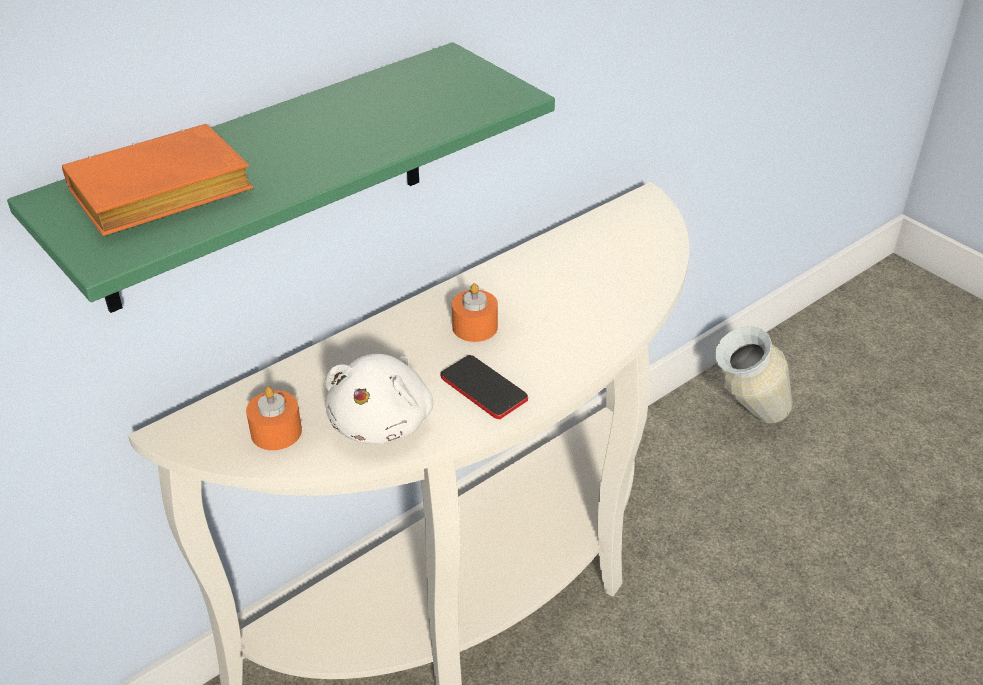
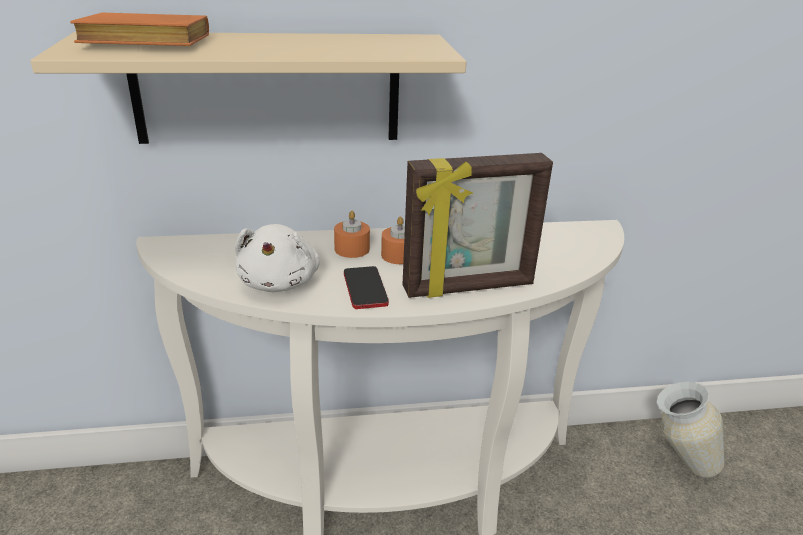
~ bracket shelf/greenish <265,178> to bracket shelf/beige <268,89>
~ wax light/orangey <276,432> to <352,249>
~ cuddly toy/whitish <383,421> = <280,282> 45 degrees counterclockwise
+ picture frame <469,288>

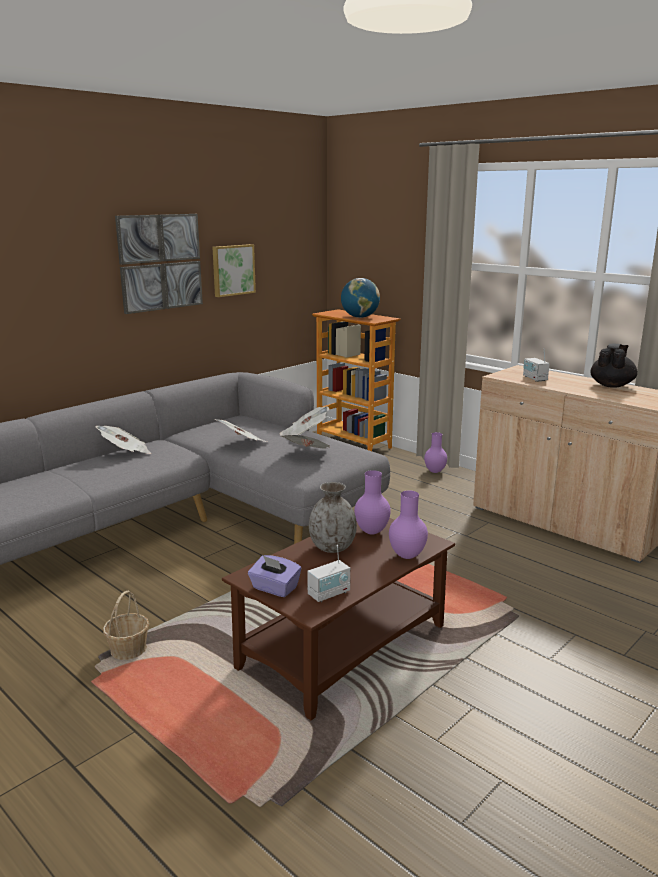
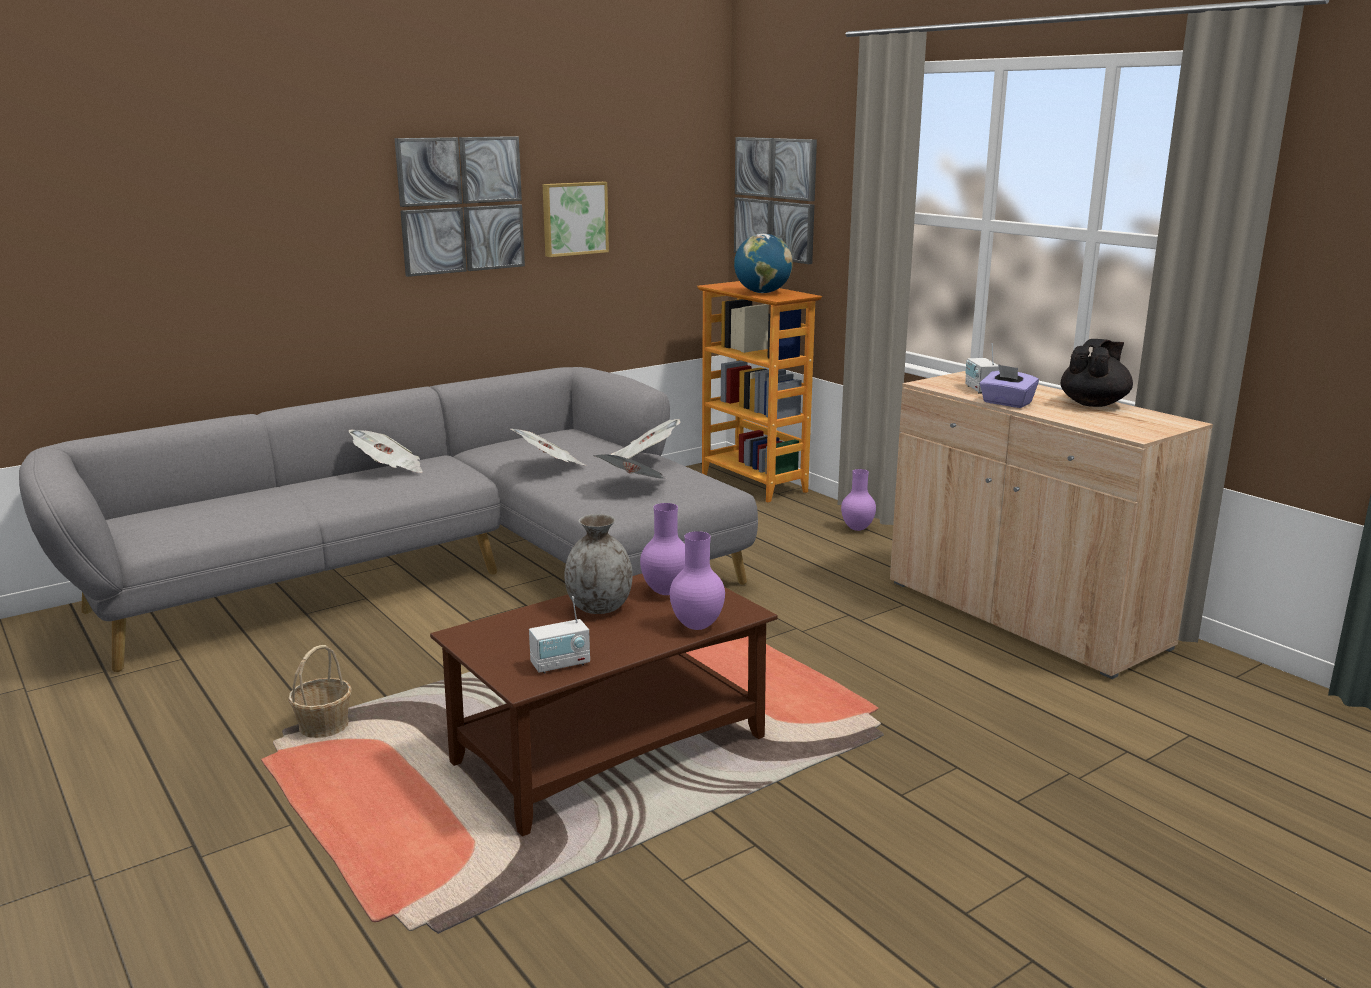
~ tissue holder/purplish <274,588> to <1006,403>
+ picture <775,199>

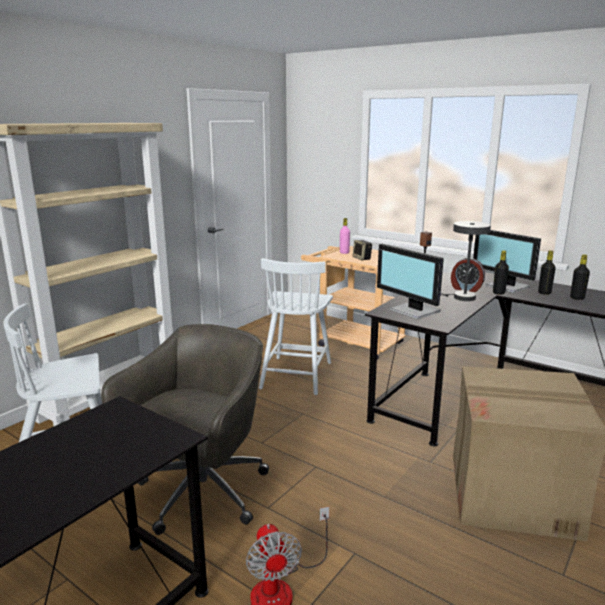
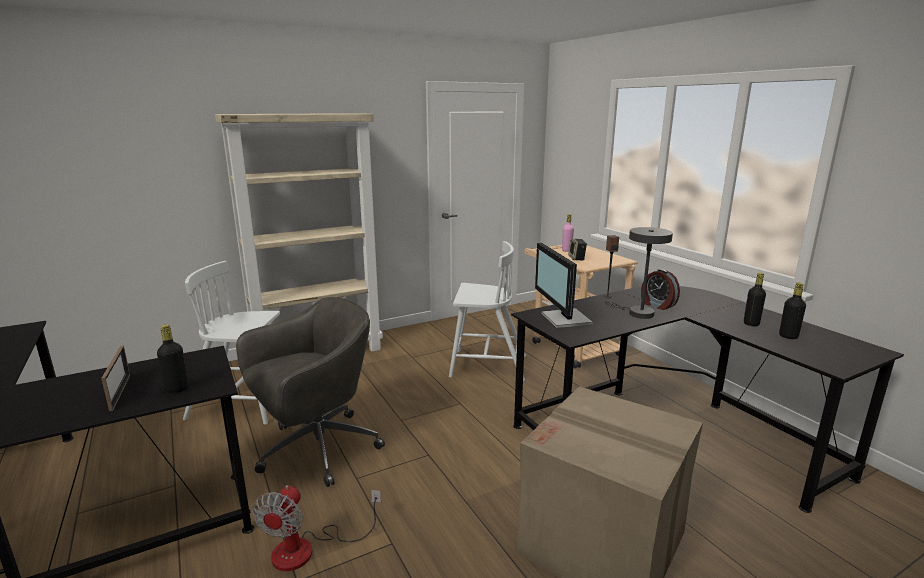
~ plain chair/whitish <296,374> = <486,366> 120 degrees counterclockwise
- computer screen <507,287>
~ drink bottle/black-coloured <498,293> to <177,389>
+ picture frame <120,392>

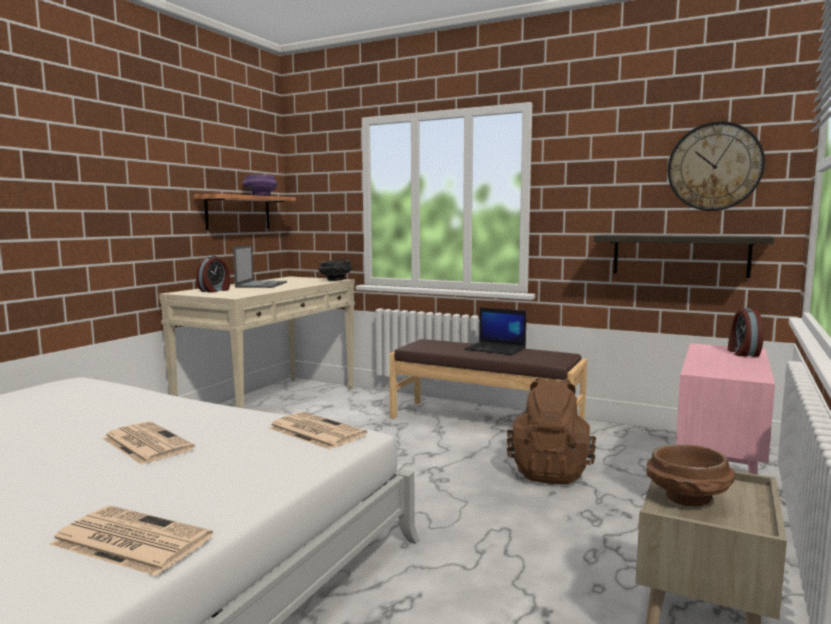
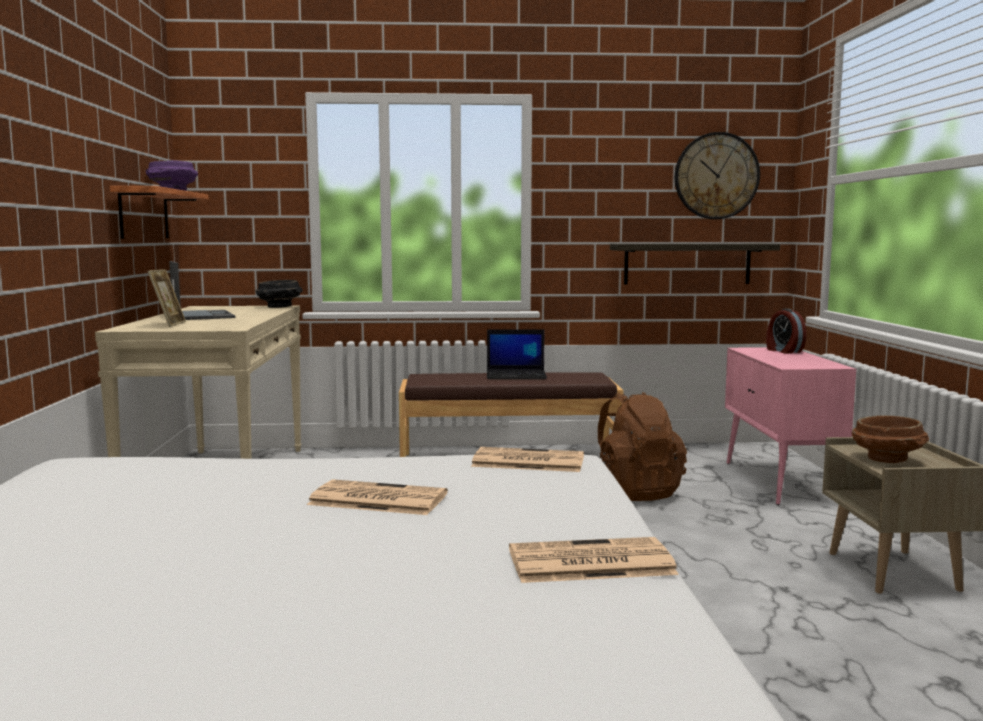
~ table clock <215,291> to picture frame <169,324>

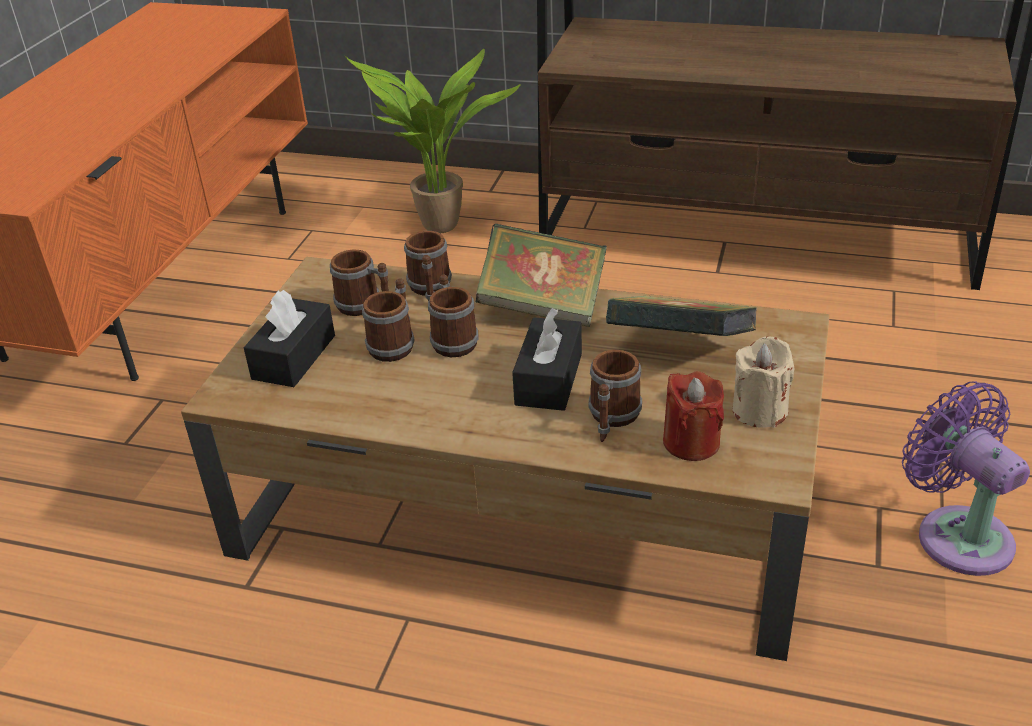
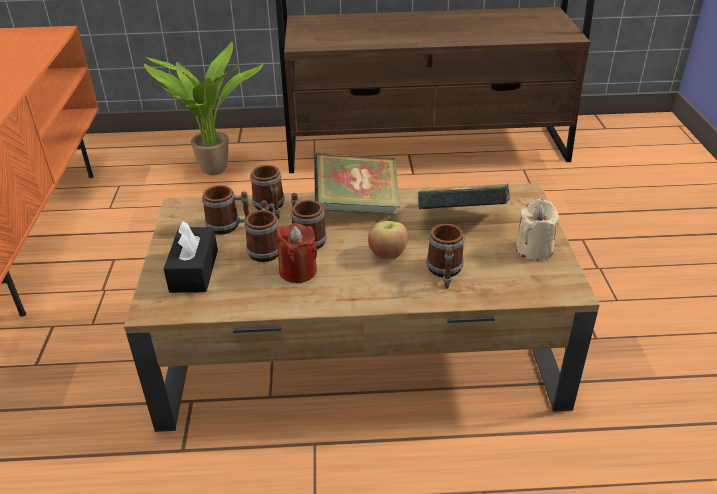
~ tissue holder/black-coloured <549,379> to whole apple <387,253>
~ wax light/red-coloured <691,442> to <298,271>
- electric fan/purplish <957,534>

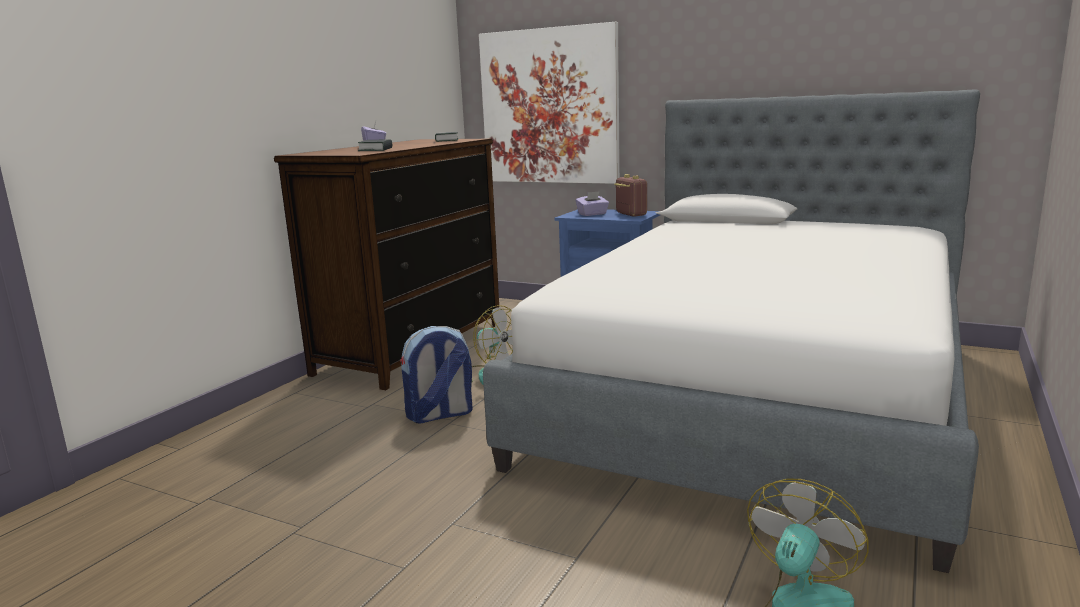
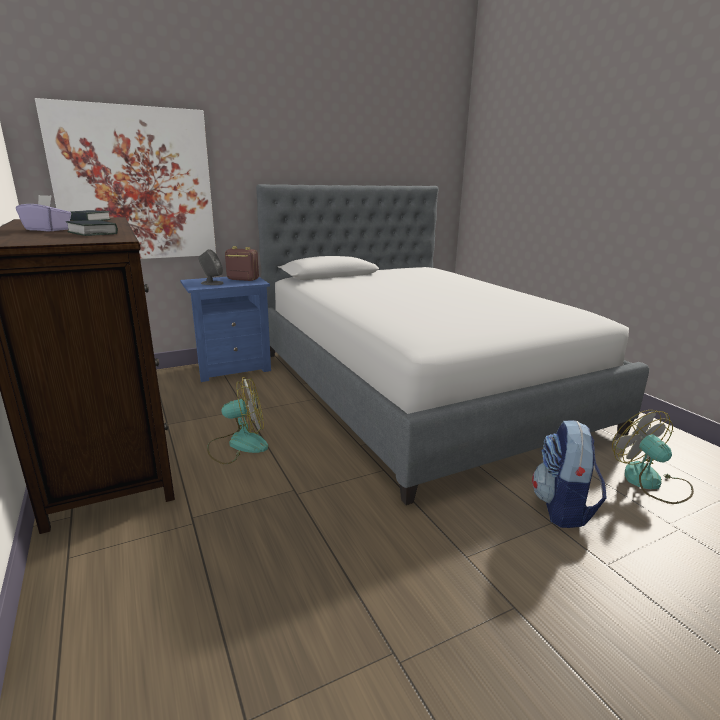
~ rucksack <440,415> to <563,508>
~ tissue holder/purplish <592,214> to loudspeaker/grey <212,283>

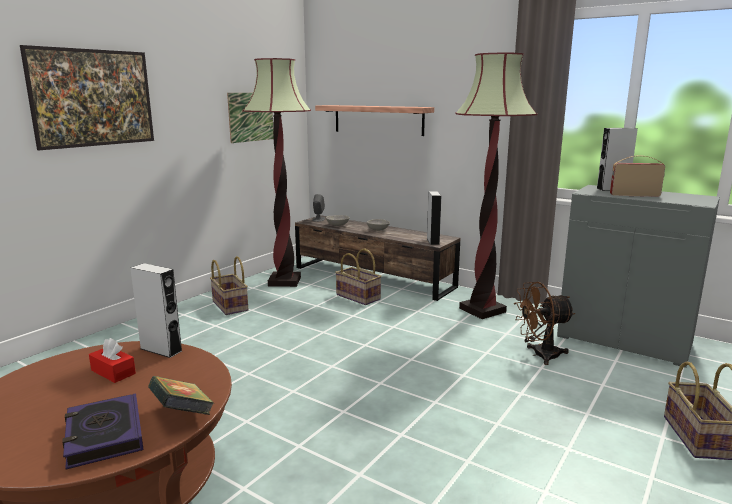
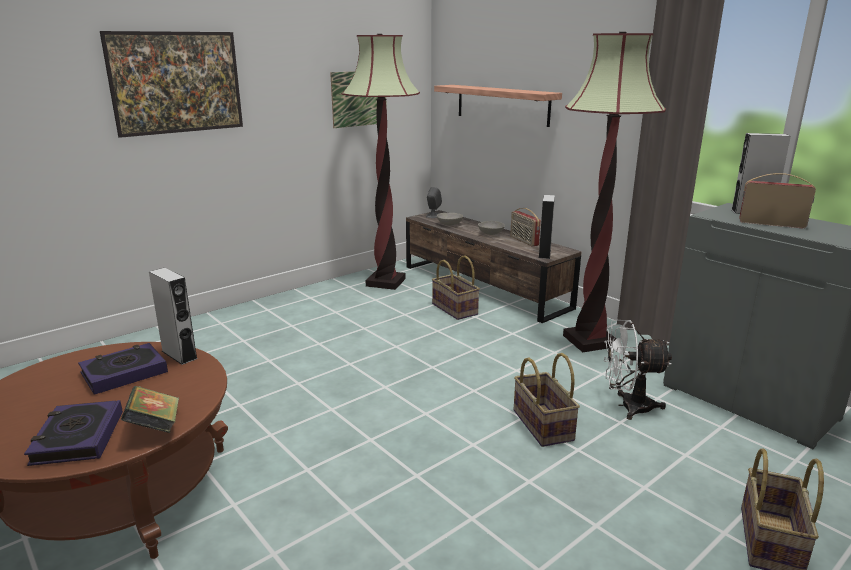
~ tissue holder/red-coloured <113,372> to volume <124,373>
~ basket <229,306> to <541,425>
~ electric fan/brown <539,355> to electric fan/whitish <627,406>
+ radio <523,241>

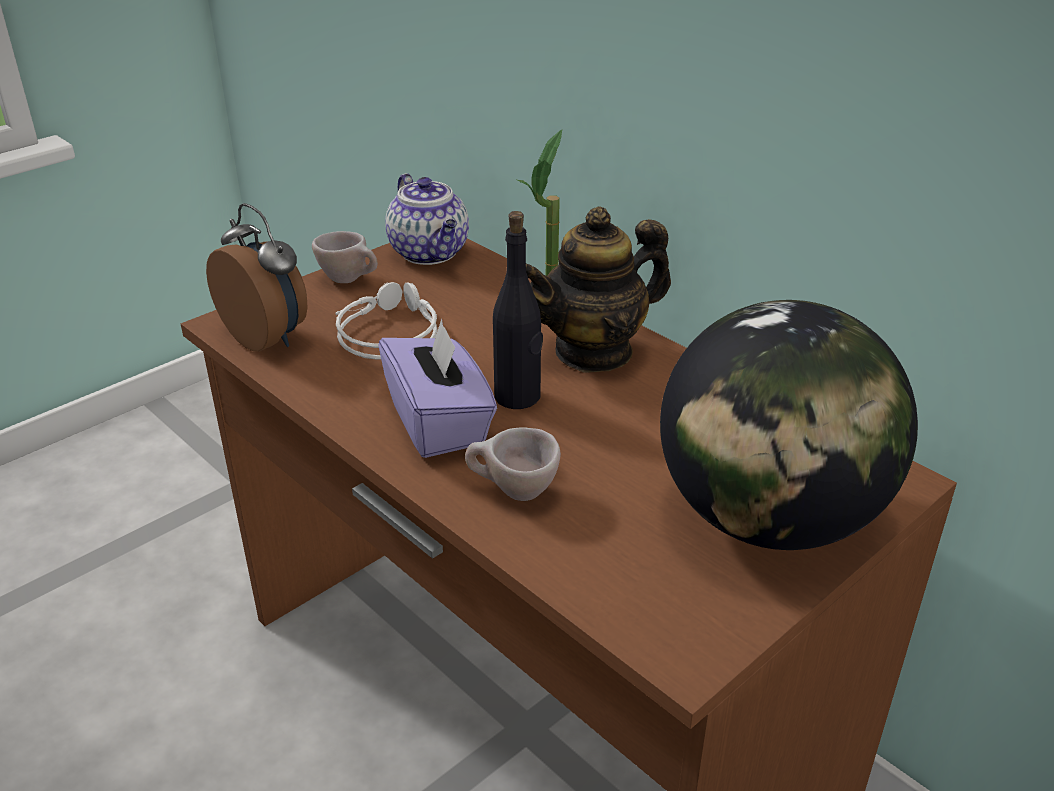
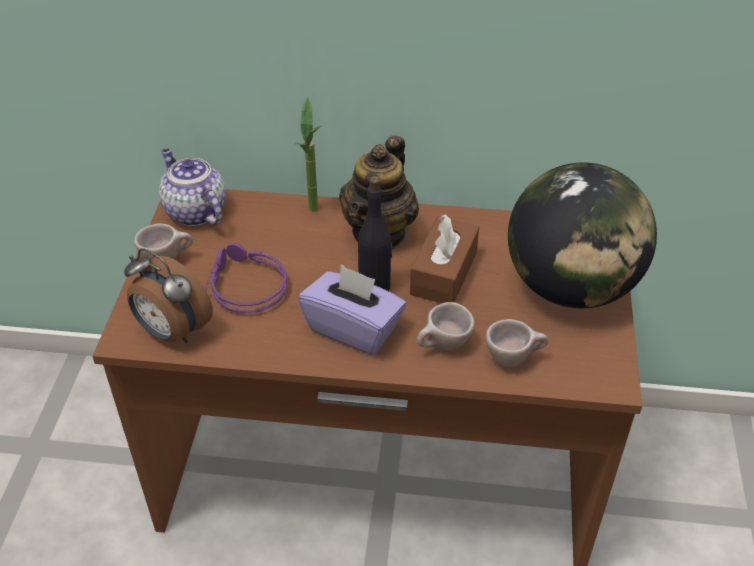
~ table clock <268,337> = <172,332> 150 degrees counterclockwise
~ headset/grey <387,332> to headset/purplish <244,285>
~ tea pot <430,253> = <194,211> 150 degrees counterclockwise
+ tissue holder/brown <443,273>
+ drinking cup/beige <513,359>

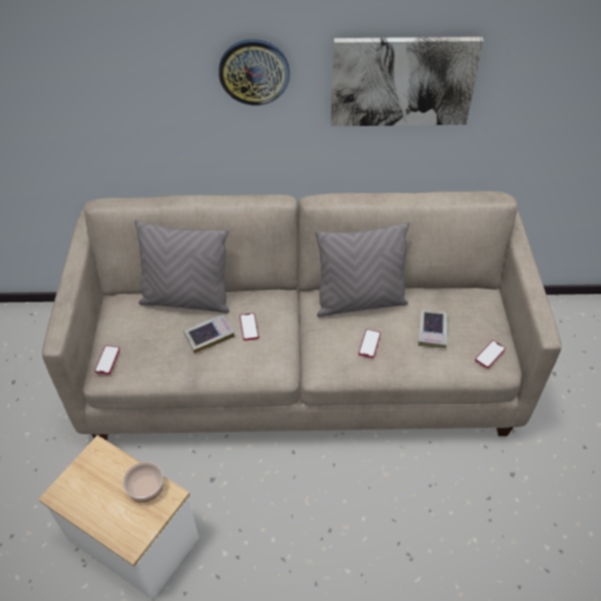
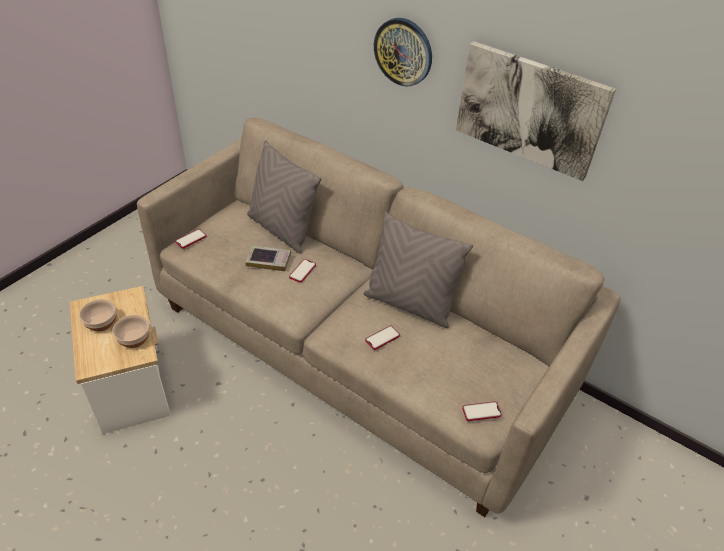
- volume <432,331>
+ deep dish <101,322>

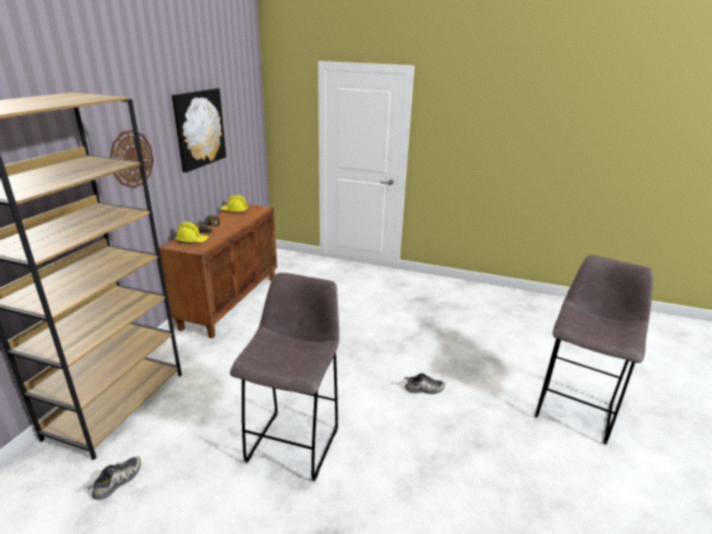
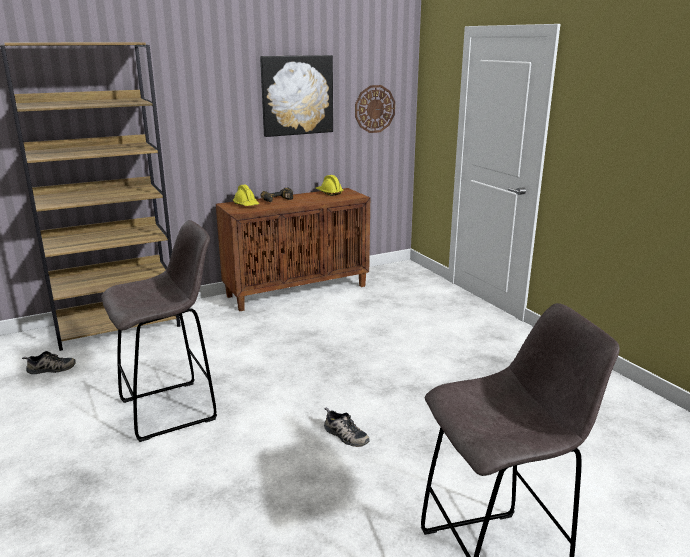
~ clock on the wall <131,159> to <374,109>

